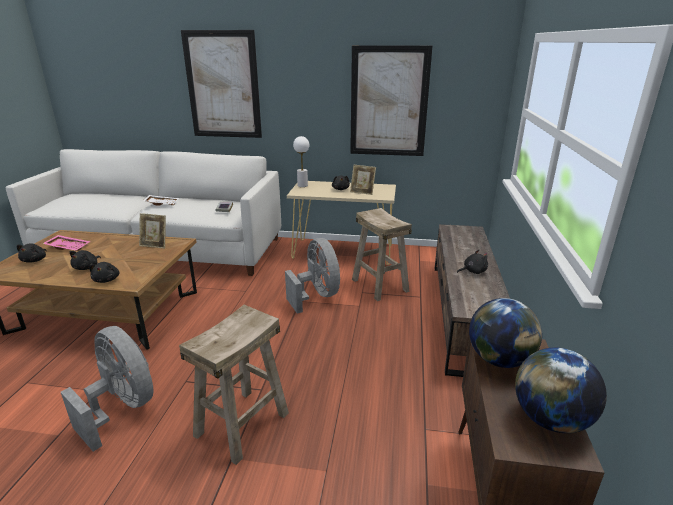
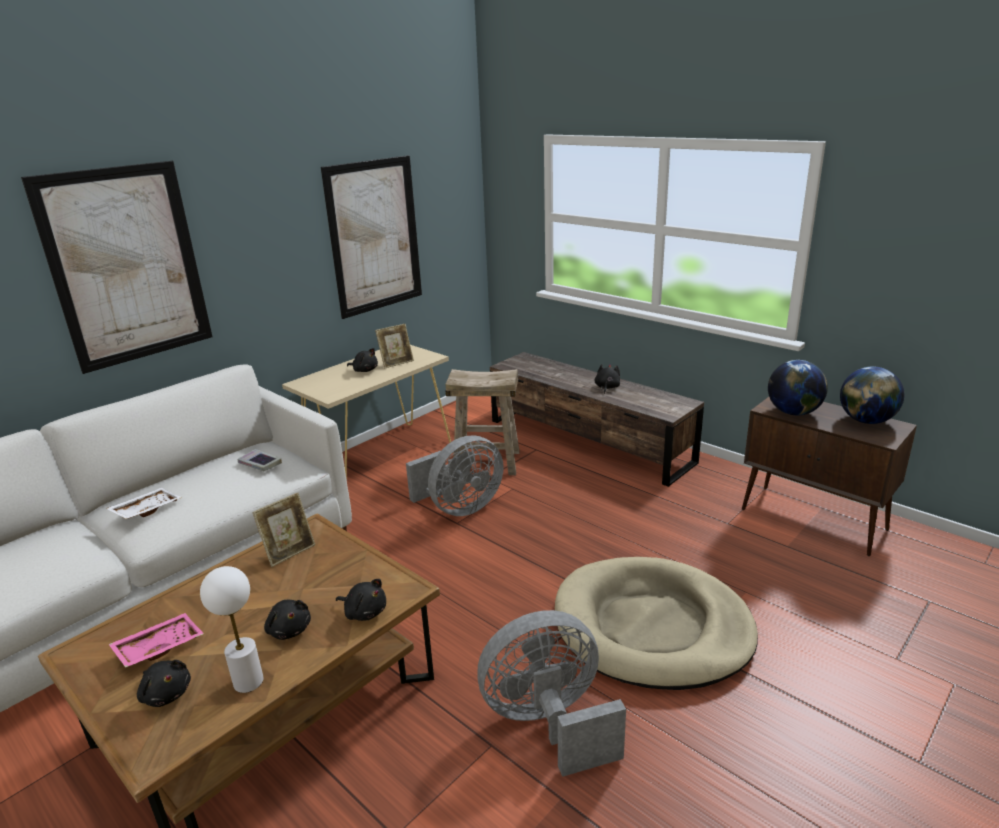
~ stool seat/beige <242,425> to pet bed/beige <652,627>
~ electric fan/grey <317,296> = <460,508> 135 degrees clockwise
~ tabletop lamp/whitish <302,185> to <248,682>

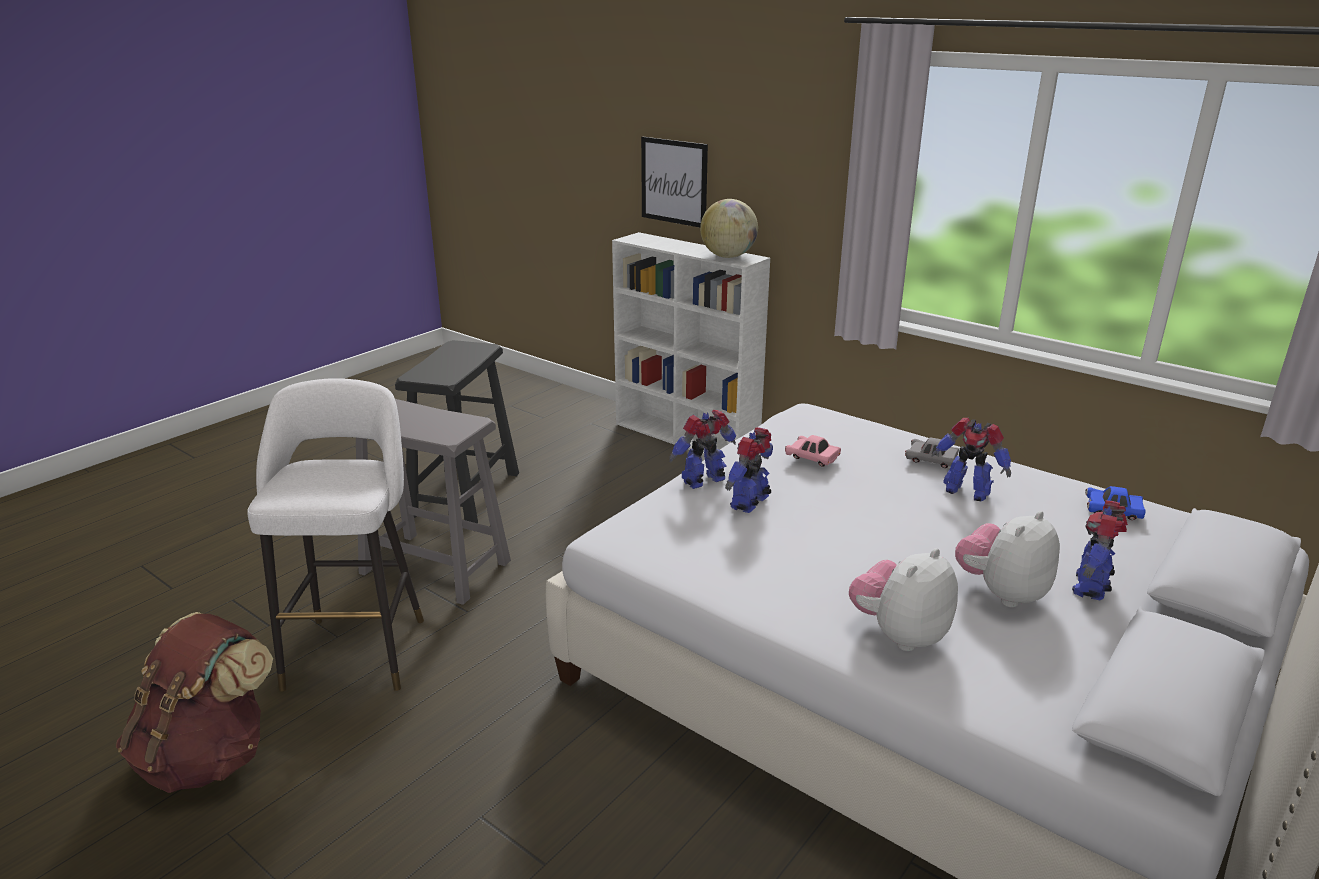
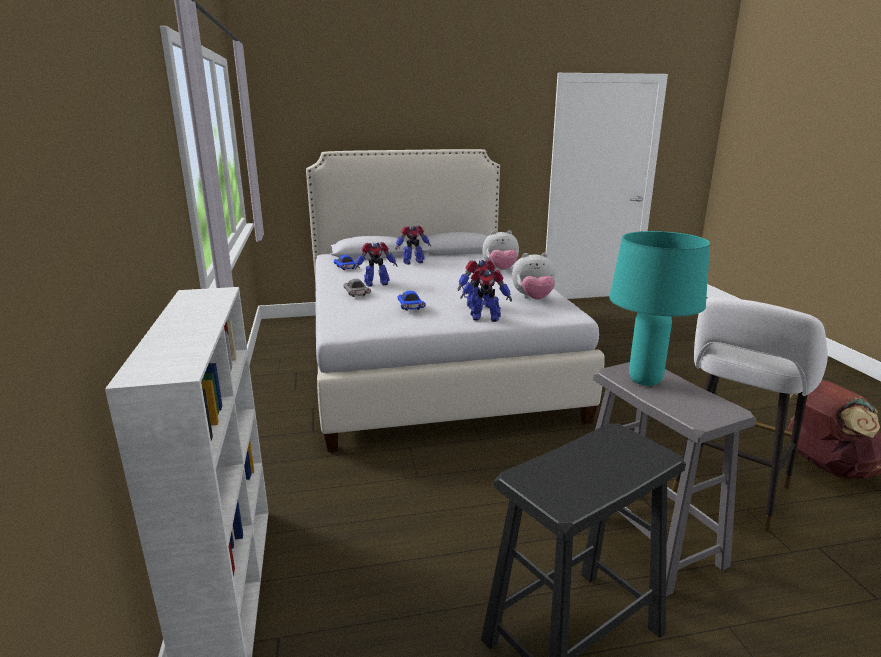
- picture <674,181>
- globe <728,256>
~ model car/pinkish <812,459> to model car/blue-coloured <410,307>
~ robot figure <966,491> = <376,283> 90 degrees clockwise
~ cuddly toy <1002,593> to <533,299>
+ tabletop lamp/turquoise-coloured <645,380>

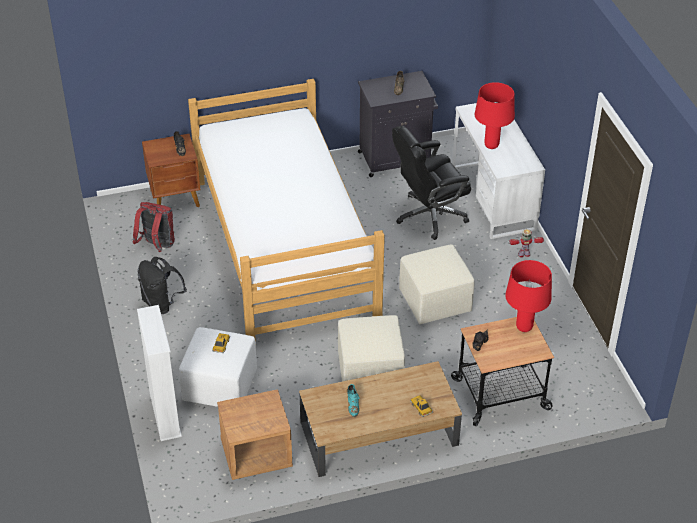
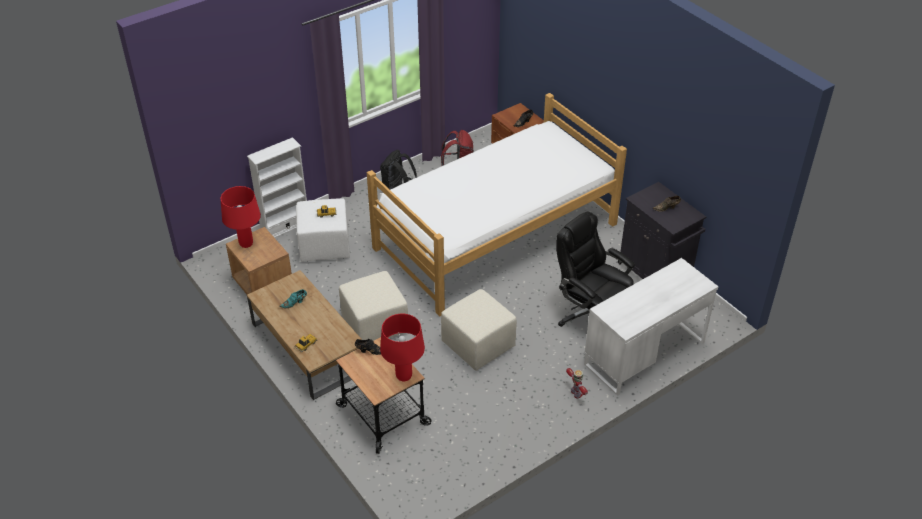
~ tabletop lamp/red-coloured <491,145> to <246,244>

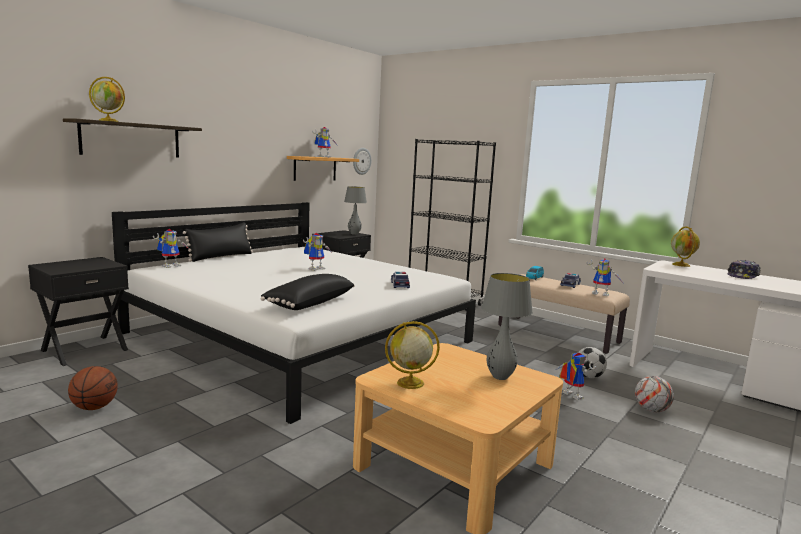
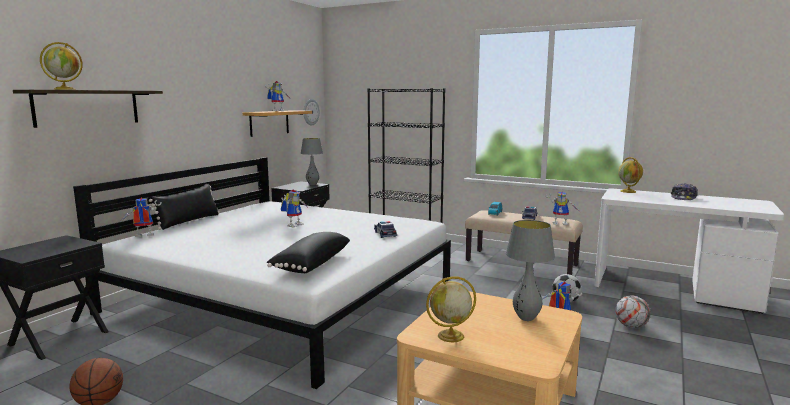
~ robot figure <171,265> = <142,236> 135 degrees counterclockwise

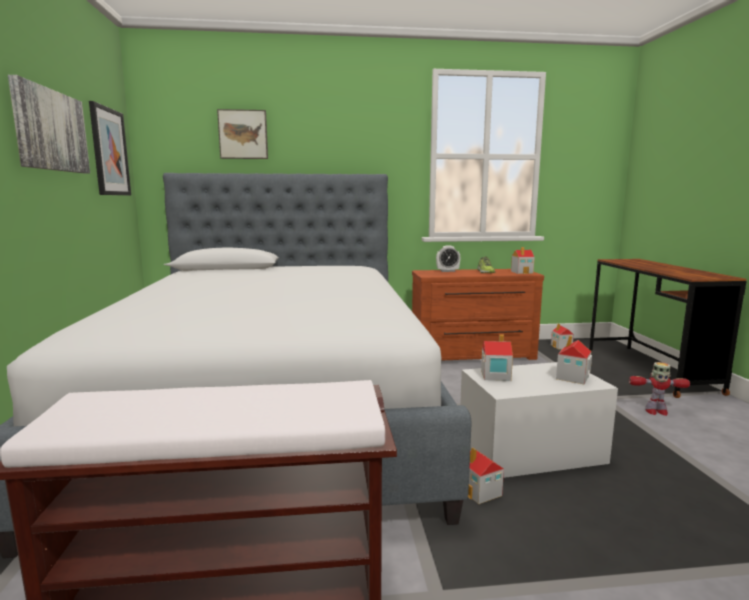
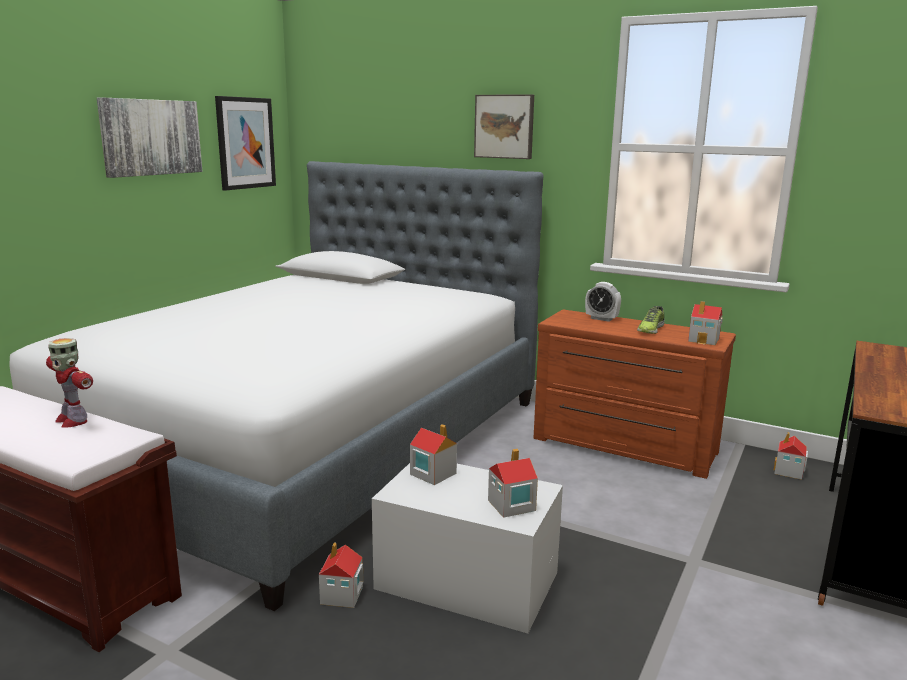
~ picture <243,134> to <505,126>
~ robot figure <655,411> to <72,420>

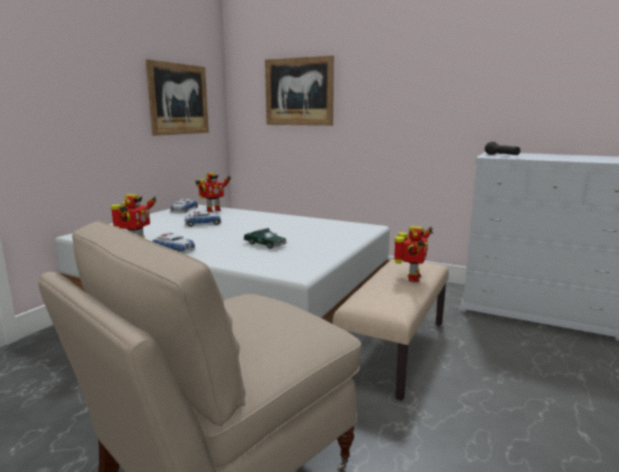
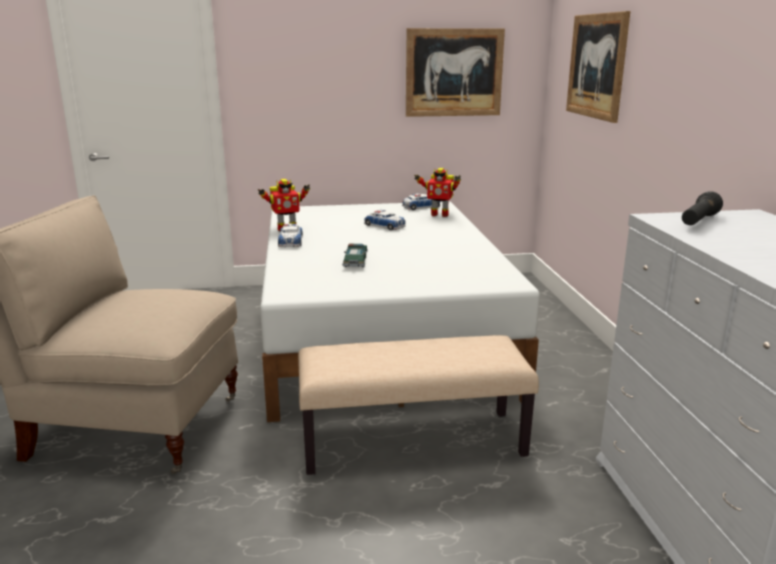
- robot figure <412,278>

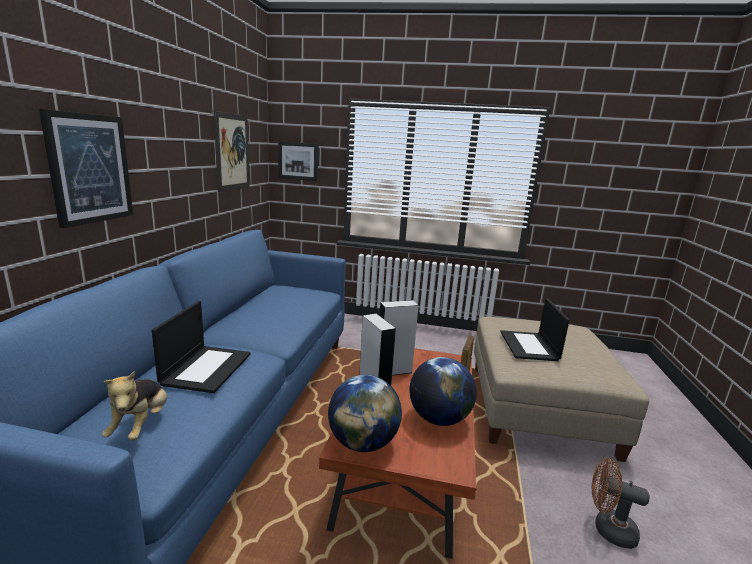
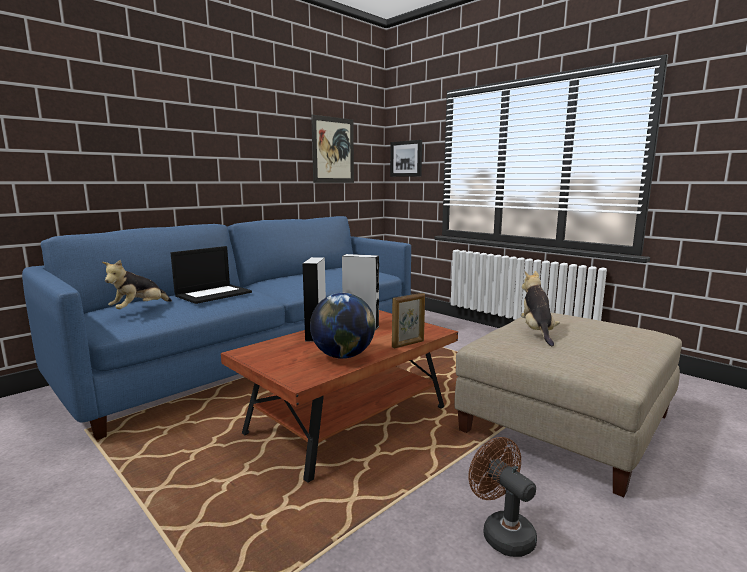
- picture <90,168>
- globe <363,443>
~ laptop <529,346> to cuddly toy <537,332>

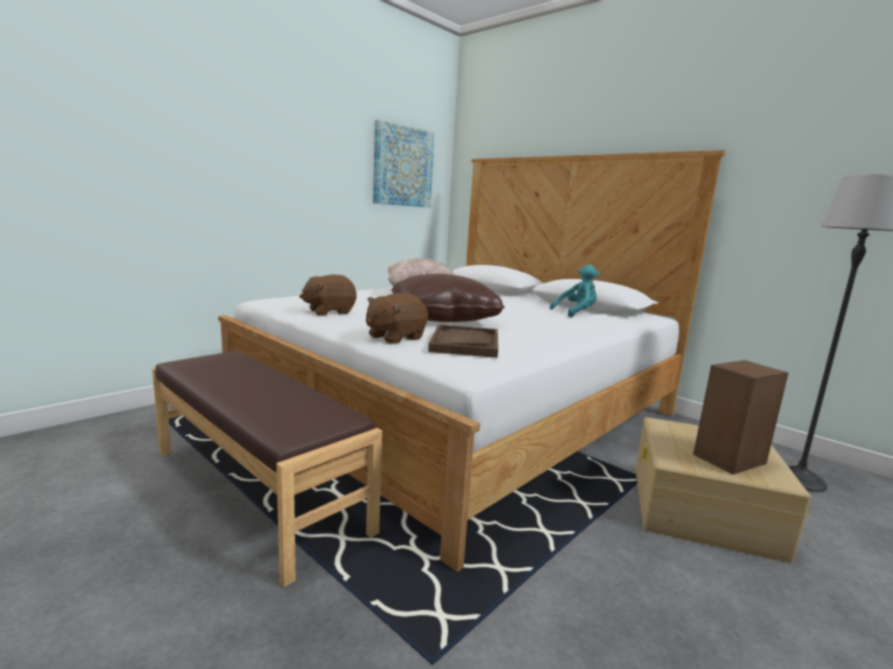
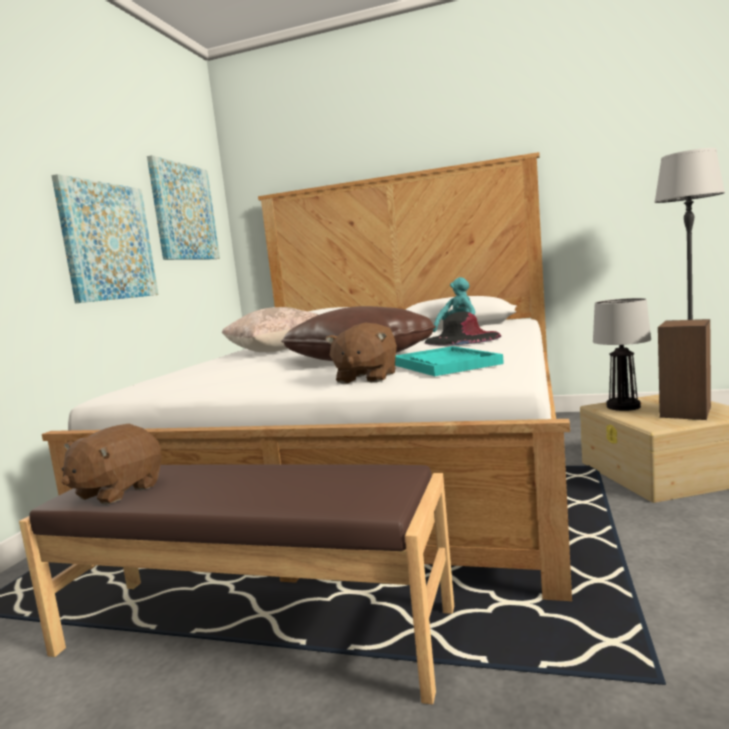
~ cuddly toy/brown <329,312> to <117,491>
~ tray/brown <464,343> to tray/turquoise-coloured <444,364>
+ picture <107,242>
+ clothing hat/black-coloured <462,339>
+ tabletop lamp <624,406>

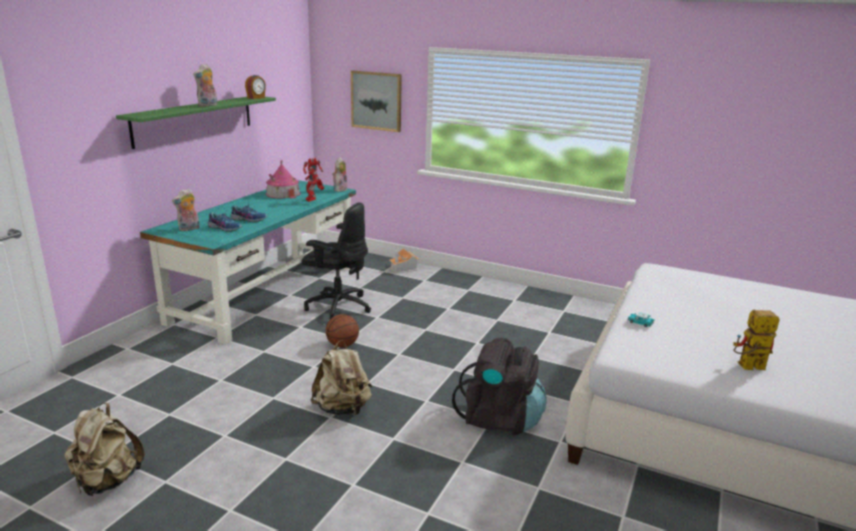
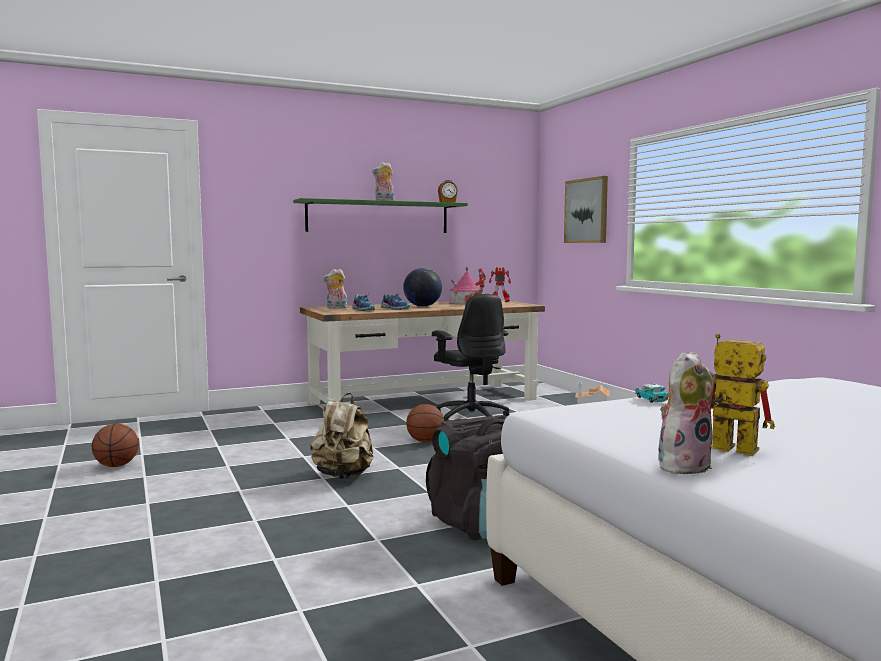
~ rucksack/beige <107,481> to basketball <116,466>
~ desk/turquoise-coloured <267,292> to desk/brown <424,401>
~ cuddly toy <340,189> to <682,465>
+ globe <422,306>

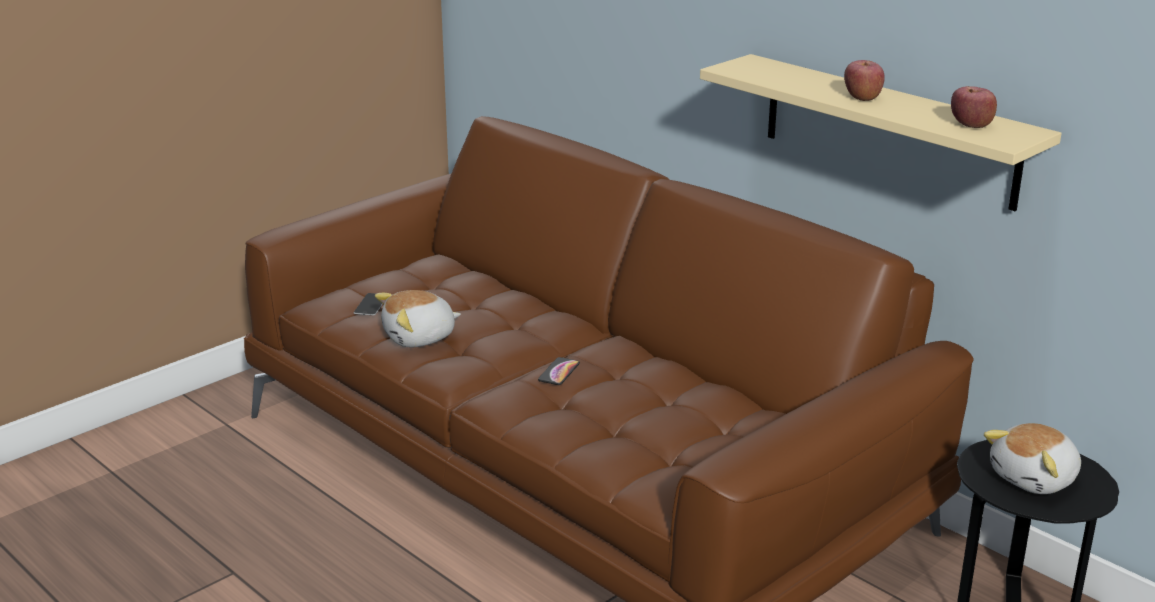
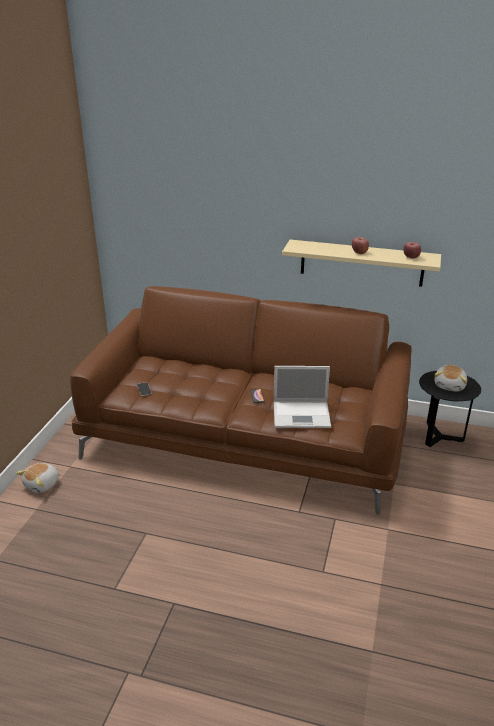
~ cuddly toy <420,337> to <42,484>
+ laptop <302,414>

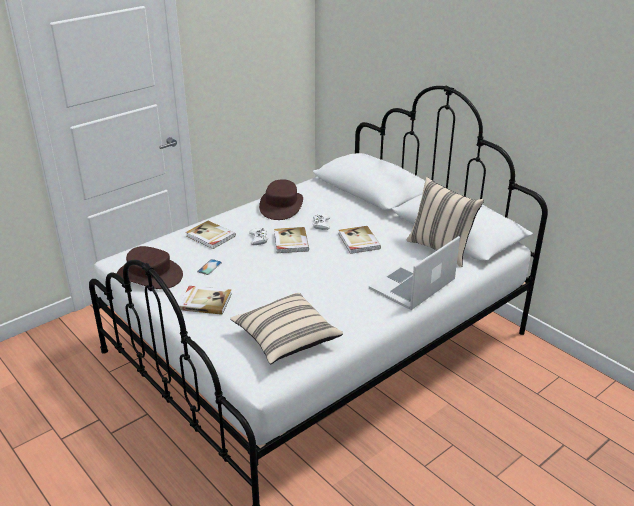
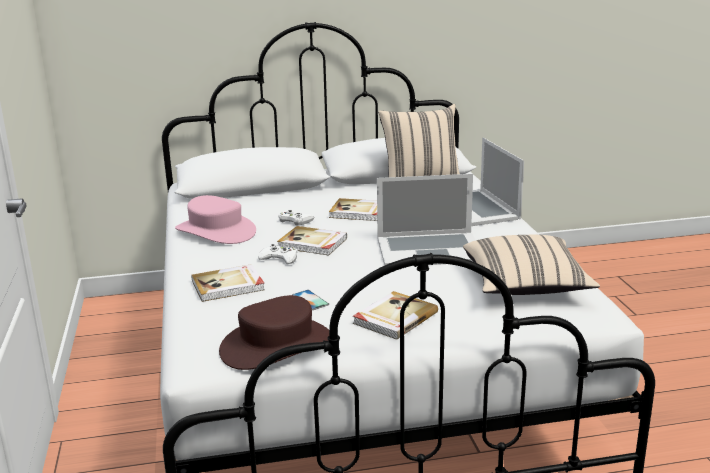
~ clothing hat/brown <281,205> to clothing hat/pinkish <216,231>
+ laptop <429,249>

